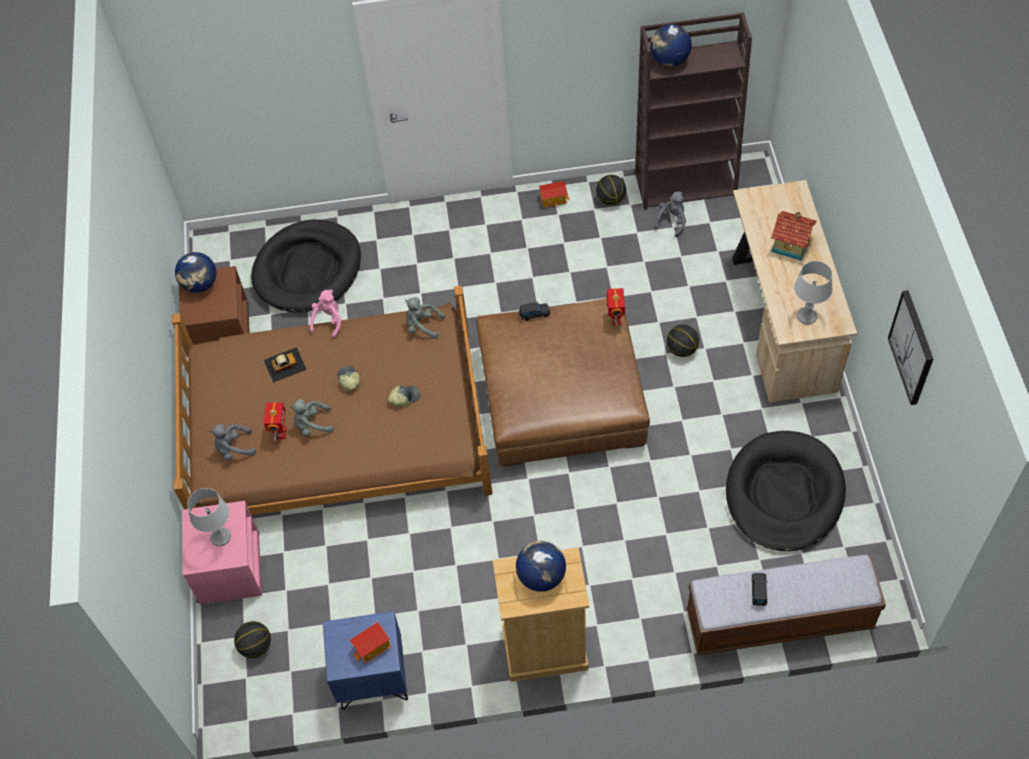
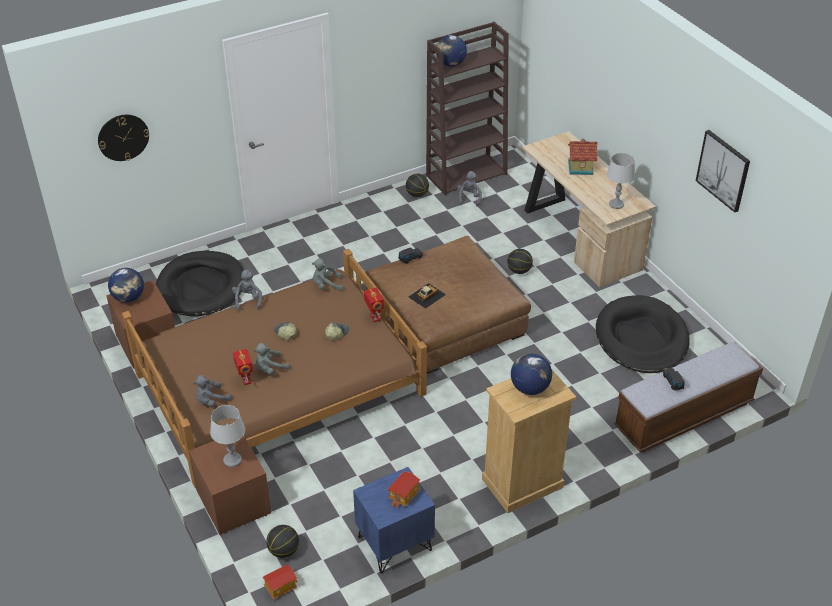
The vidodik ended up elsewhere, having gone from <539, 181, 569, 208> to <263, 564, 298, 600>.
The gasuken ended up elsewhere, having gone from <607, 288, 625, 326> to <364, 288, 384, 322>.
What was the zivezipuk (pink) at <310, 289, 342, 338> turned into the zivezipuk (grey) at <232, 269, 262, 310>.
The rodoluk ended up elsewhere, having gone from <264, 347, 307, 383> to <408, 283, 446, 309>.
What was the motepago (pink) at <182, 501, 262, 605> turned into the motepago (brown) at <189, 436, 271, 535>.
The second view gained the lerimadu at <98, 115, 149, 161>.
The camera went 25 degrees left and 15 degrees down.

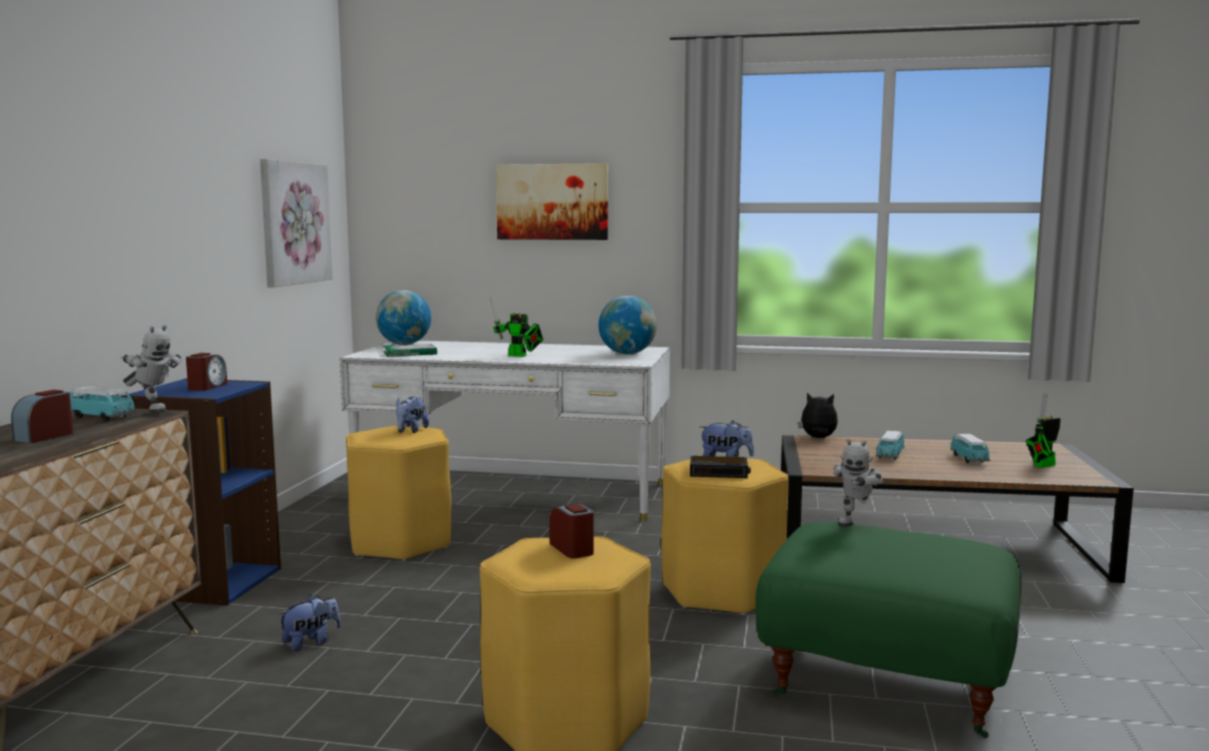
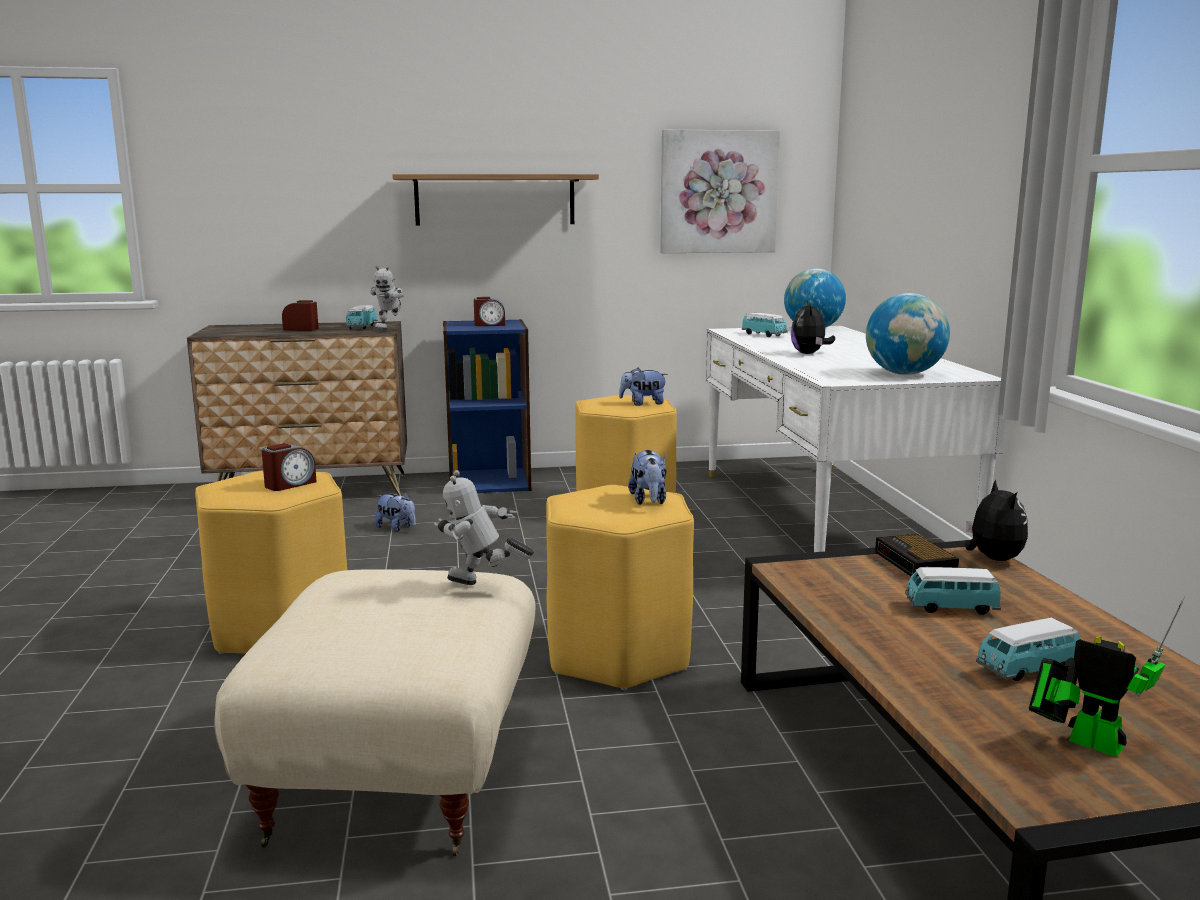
The second view lost the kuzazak at <496, 163, 608, 240>.
Where the gasuken stood at <490, 298, 543, 357>, the zivezipuk came to stand at <791, 301, 835, 354>.
Where the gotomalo stood at <383, 344, 437, 357>, the rodoluk came to stand at <742, 313, 788, 337>.
The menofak ended up elsewhere, having gone from <690, 456, 751, 478> to <875, 534, 959, 577>.
What was the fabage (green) at <755, 522, 1021, 738> turned into the fabage (beige) at <214, 569, 536, 856>.
The second view gained the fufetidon at <392, 174, 599, 225>.
The camera went 70 degrees right and 5 degrees up.

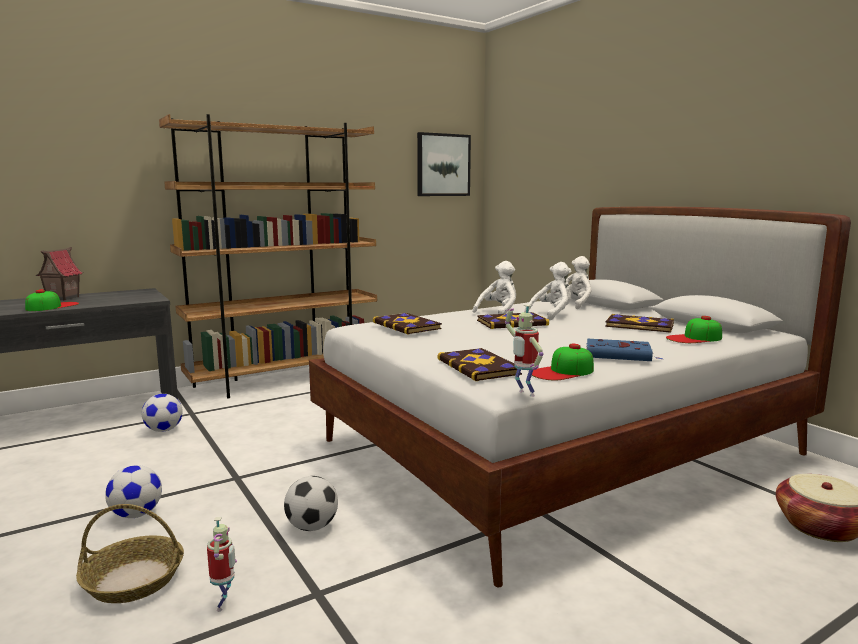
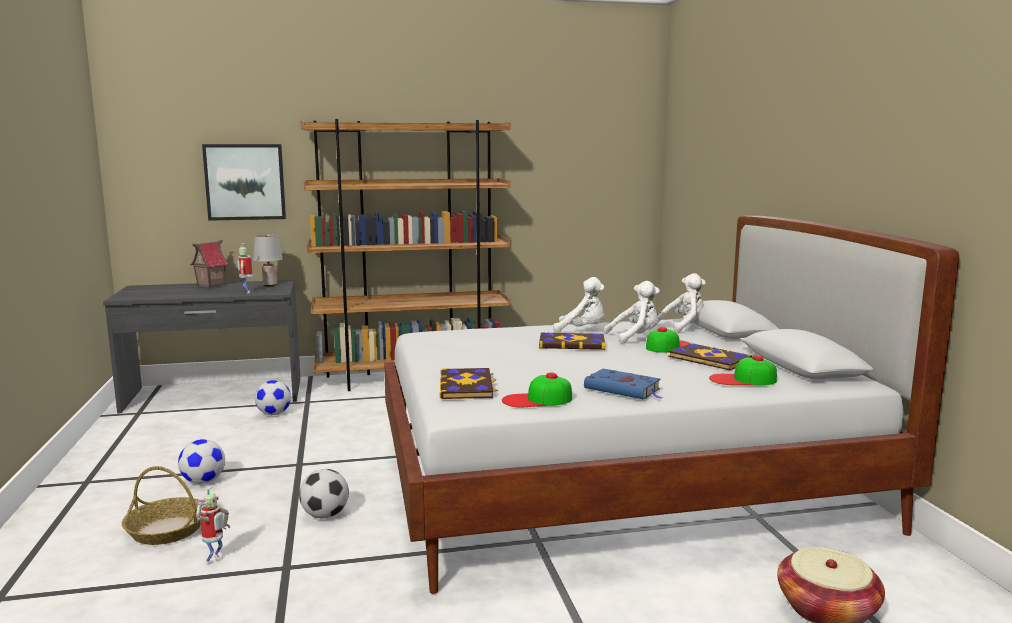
The kuzazak ended up elsewhere, having gone from <417, 132, 471, 196> to <202, 144, 286, 221>.
The zivezipuk (white) at <473, 261, 516, 314> ended up facing another way, 45 degrees clockwise from before.
The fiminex ended up elsewhere, having gone from <25, 289, 79, 311> to <646, 327, 690, 352>.
The gasuken ended up elsewhere, having gone from <505, 305, 544, 397> to <237, 243, 253, 293>.
The second view lost the gotomalo at <373, 313, 442, 334>.
The second view gained the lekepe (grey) at <253, 234, 282, 287>.
The camera went 20 degrees right and 0 degrees up.

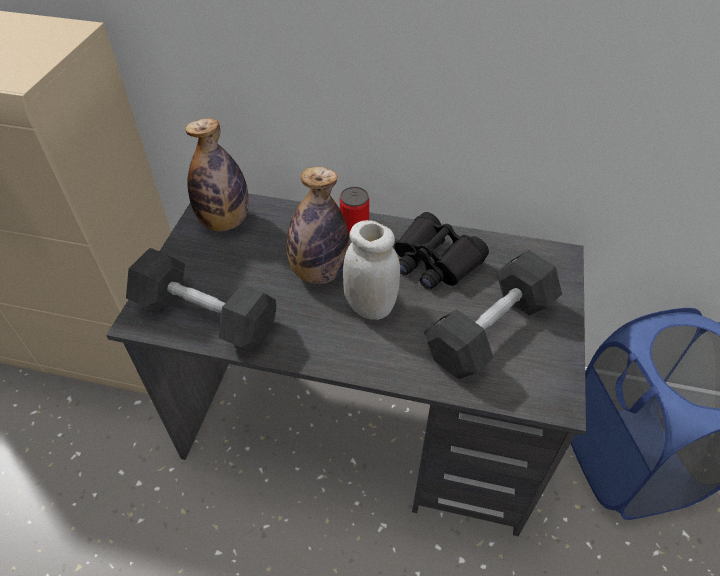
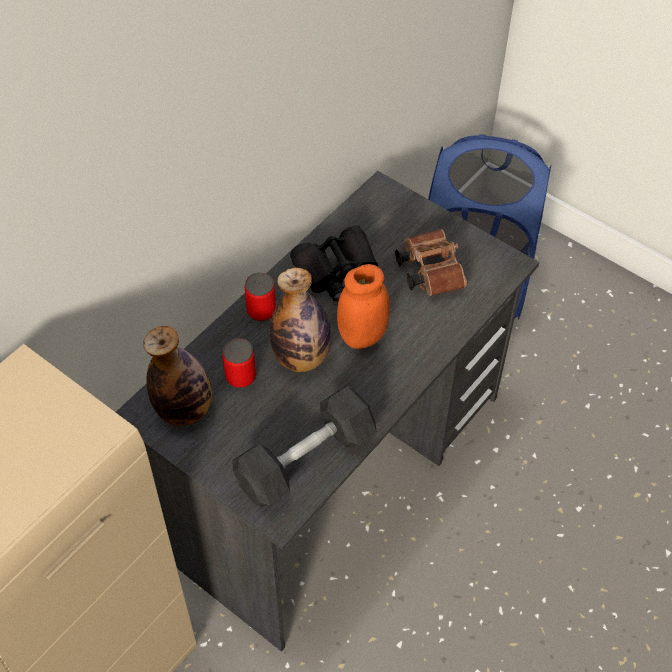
What was the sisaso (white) at <343, 220, 400, 320> turned into the sisaso (orange) at <337, 264, 390, 349>.
Where the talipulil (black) stood at <424, 250, 562, 379>, the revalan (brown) came to stand at <395, 229, 467, 296>.
The second view gained the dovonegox at <223, 338, 256, 388>.
The camera went 65 degrees left and 5 degrees up.

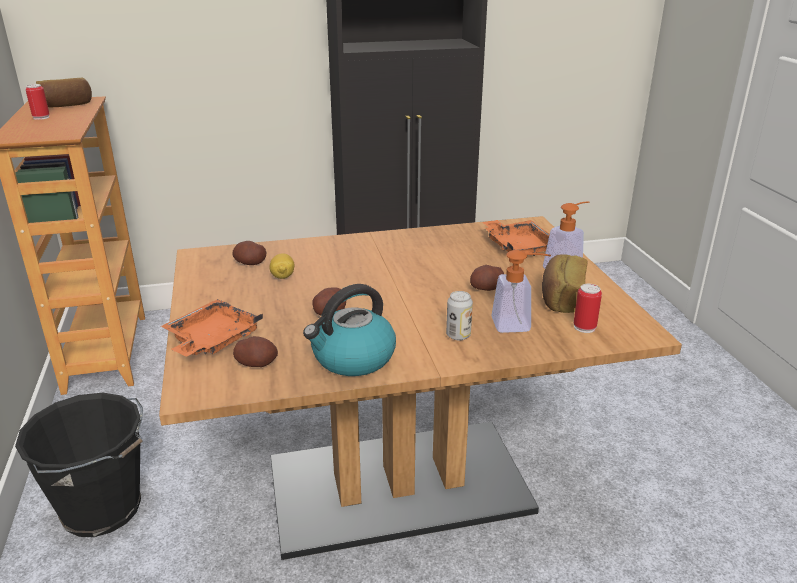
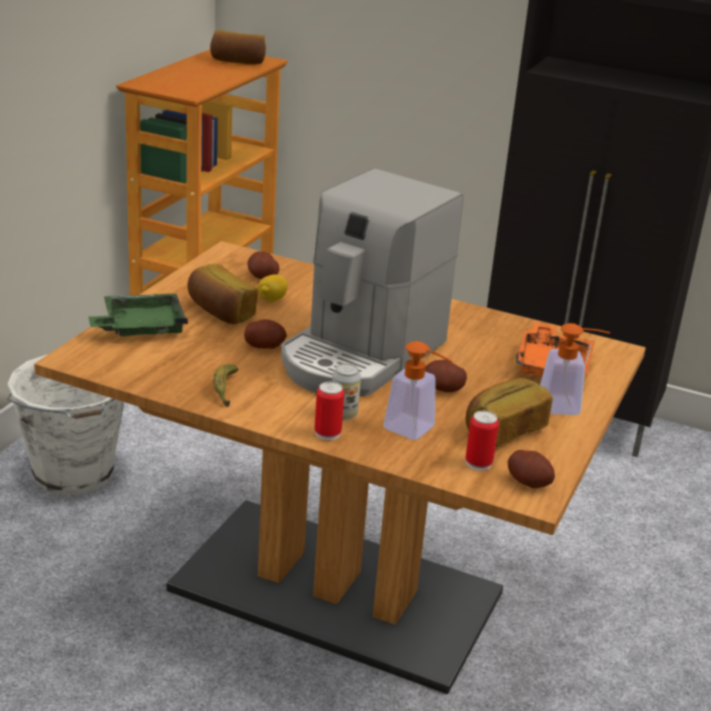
The dovonegox ended up elsewhere, having gone from <26, 84, 50, 120> to <314, 382, 344, 440>.
Where the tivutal stood at <303, 284, 396, 376>, the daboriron came to stand at <213, 364, 239, 407>.
What was the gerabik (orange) at <161, 299, 263, 357> turned into the gerabik (green) at <88, 294, 188, 336>.
The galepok ended up elsewhere, having gone from <233, 336, 278, 367> to <508, 450, 555, 488>.
What was the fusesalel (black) at <15, 393, 143, 537> turned into the fusesalel (white) at <7, 354, 124, 495>.
The second view gained the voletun at <281, 168, 463, 396>.
The second view gained the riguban at <187, 264, 258, 324>.
The camera went 35 degrees right and 0 degrees up.

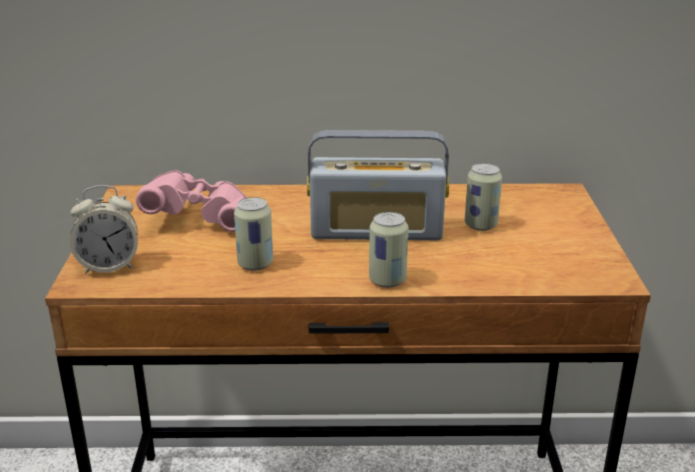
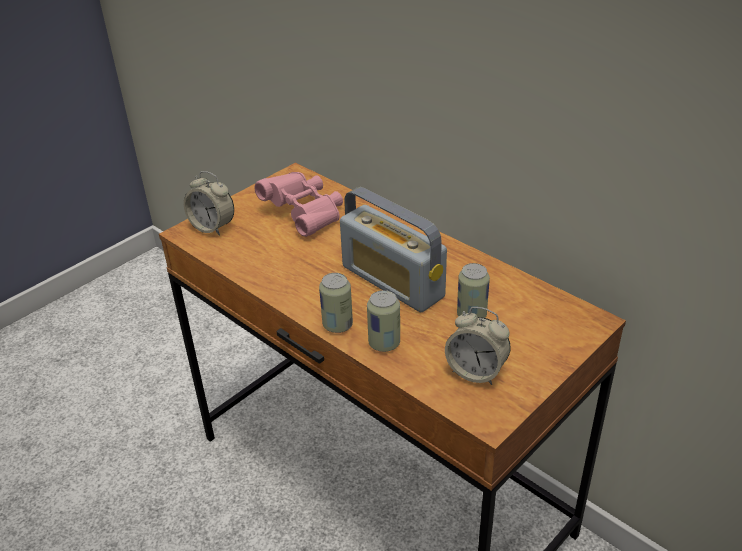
The dovonegox ended up elsewhere, having gone from <234, 197, 273, 270> to <367, 290, 400, 352>.
The second view gained the menofak at <445, 307, 511, 385>.
The camera went 45 degrees right and 10 degrees up.

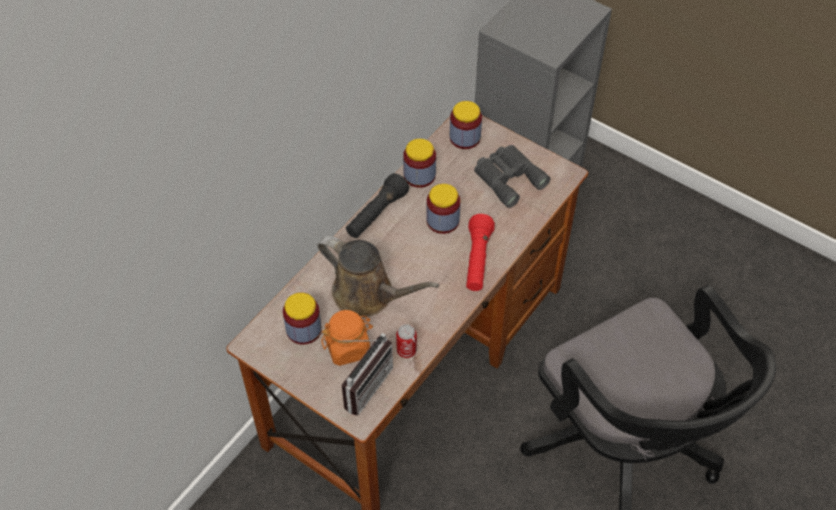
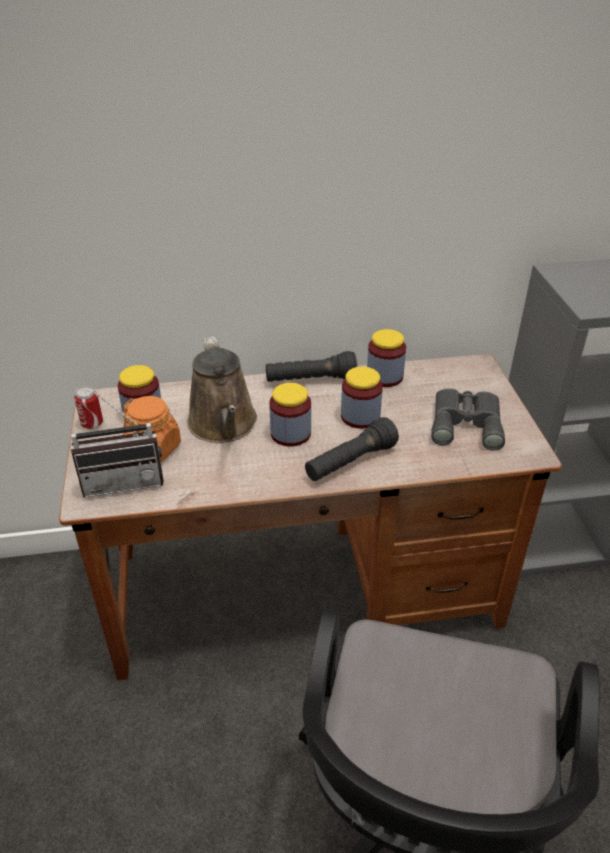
The sisaso ended up elsewhere, having gone from <450, 101, 482, 149> to <269, 383, 311, 447>.
What was the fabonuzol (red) at <466, 214, 495, 291> turned into the fabonuzol (black) at <305, 417, 399, 481>.
The dovonegox ended up elsewhere, having gone from <396, 324, 417, 358> to <74, 386, 103, 429>.
The camera went 45 degrees right and 15 degrees down.

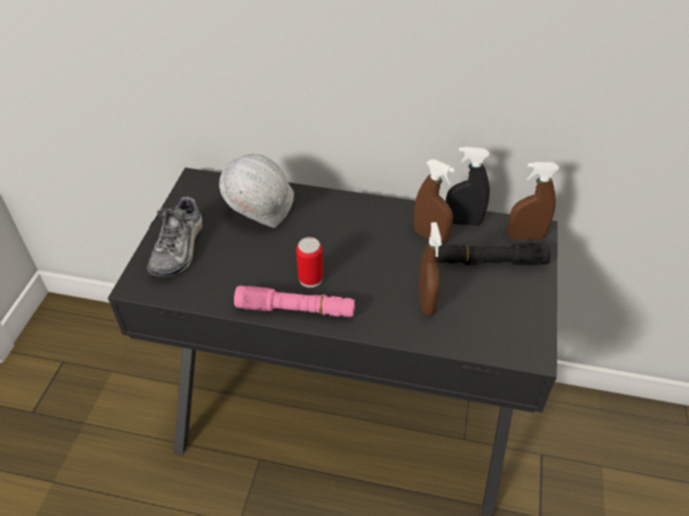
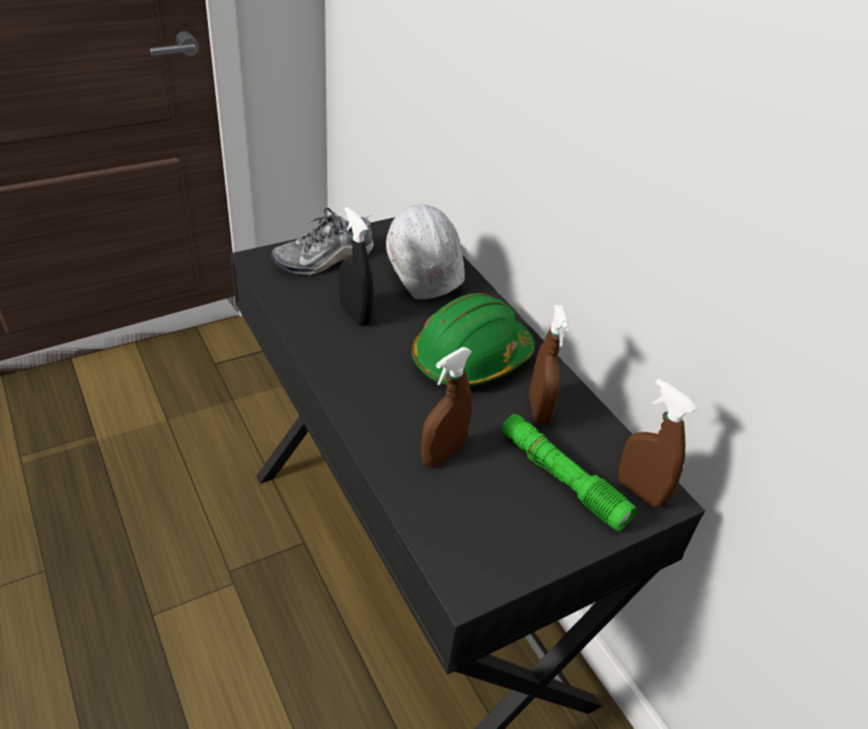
The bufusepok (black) ended up elsewhere, having gone from <446, 147, 490, 226> to <339, 207, 373, 326>.
The second view lost the dovonegox at <296, 237, 323, 288>.
What was the fabonuzol (black) at <437, 243, 551, 266> turned into the fabonuzol (green) at <502, 414, 637, 531>.
The second view lost the fabonuzol (pink) at <234, 286, 355, 317>.
The second view gained the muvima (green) at <412, 293, 535, 386>.
The camera went 45 degrees right and 5 degrees down.

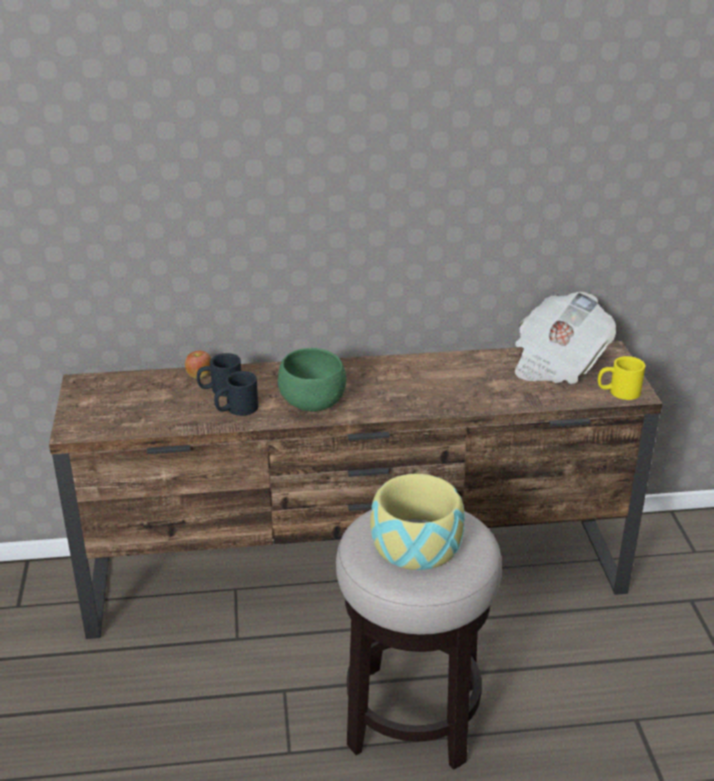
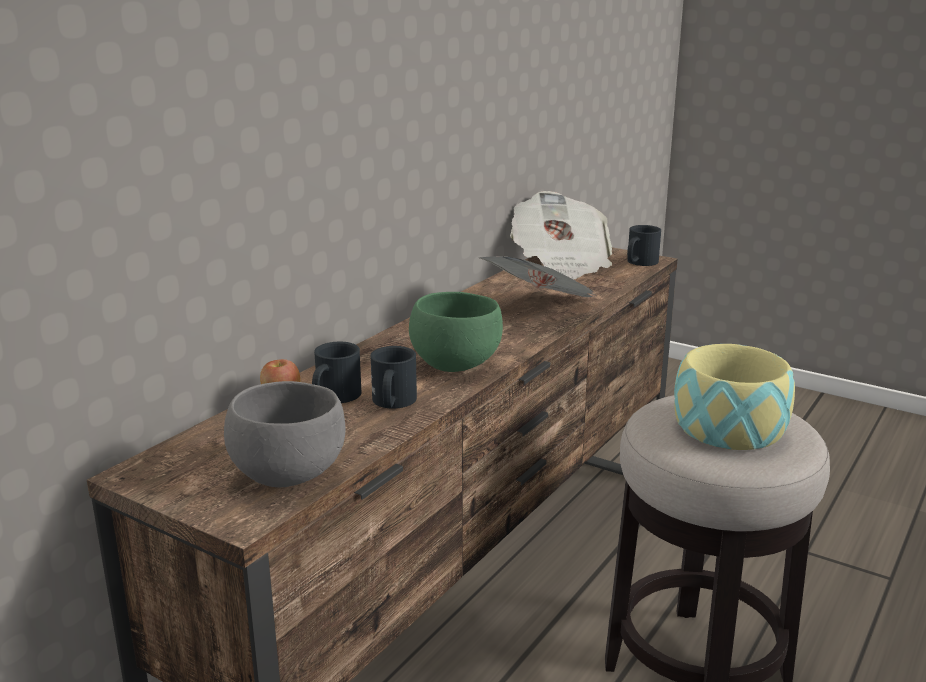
What was the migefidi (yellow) at <598, 356, 645, 400> turned into the migefidi (black) at <627, 225, 661, 266>.
The second view gained the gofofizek at <479, 256, 595, 297>.
The second view gained the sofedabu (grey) at <224, 381, 346, 487>.
The camera went 50 degrees left and 10 degrees down.

